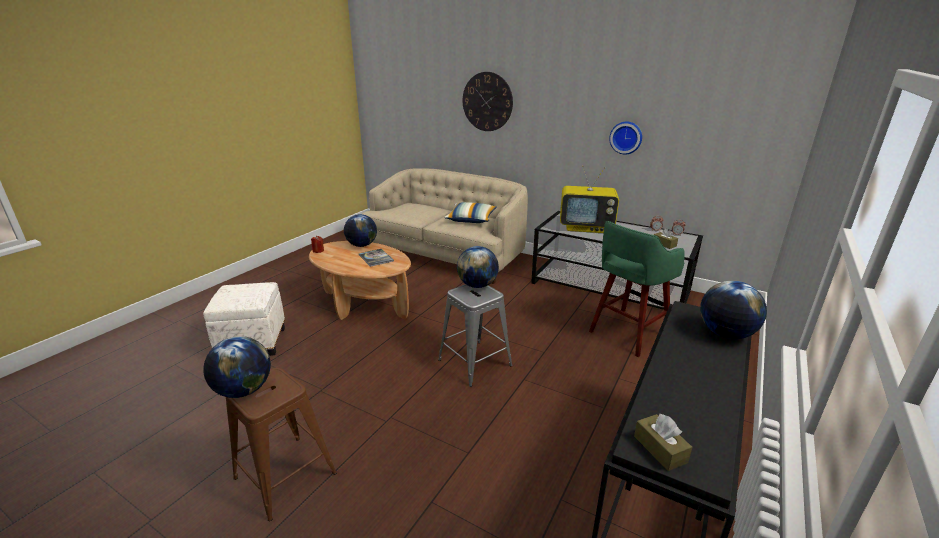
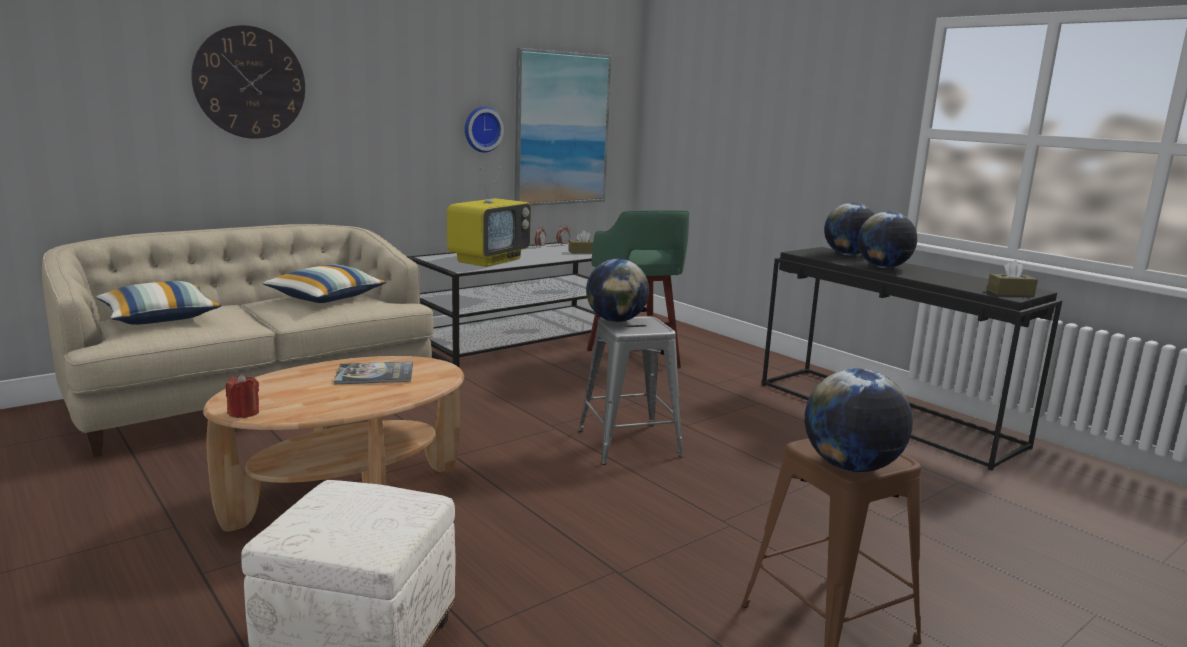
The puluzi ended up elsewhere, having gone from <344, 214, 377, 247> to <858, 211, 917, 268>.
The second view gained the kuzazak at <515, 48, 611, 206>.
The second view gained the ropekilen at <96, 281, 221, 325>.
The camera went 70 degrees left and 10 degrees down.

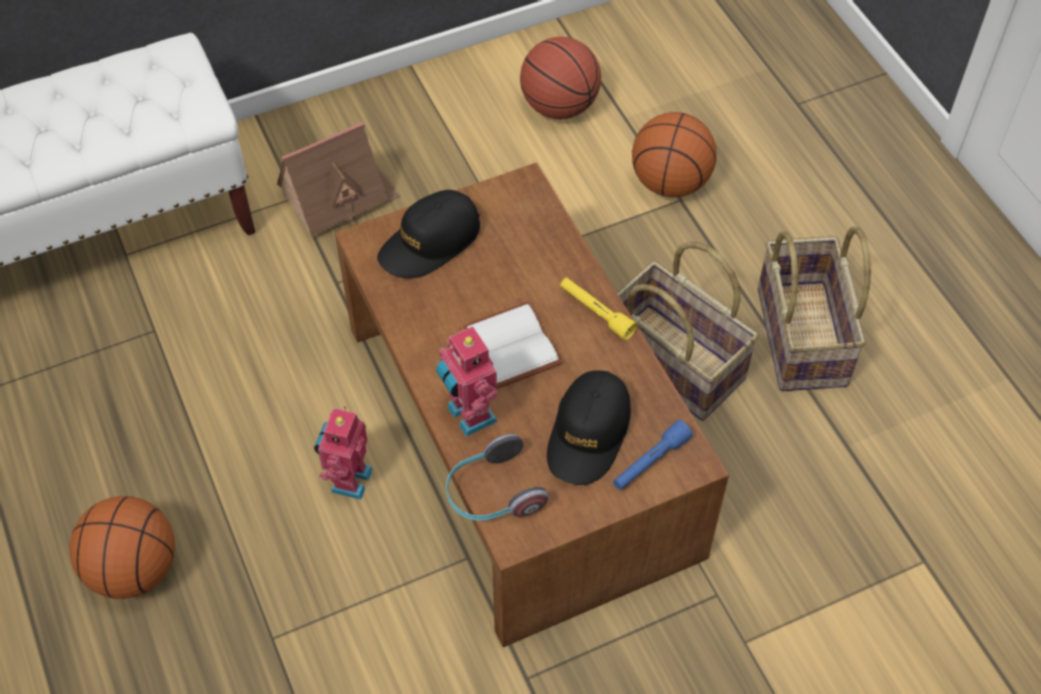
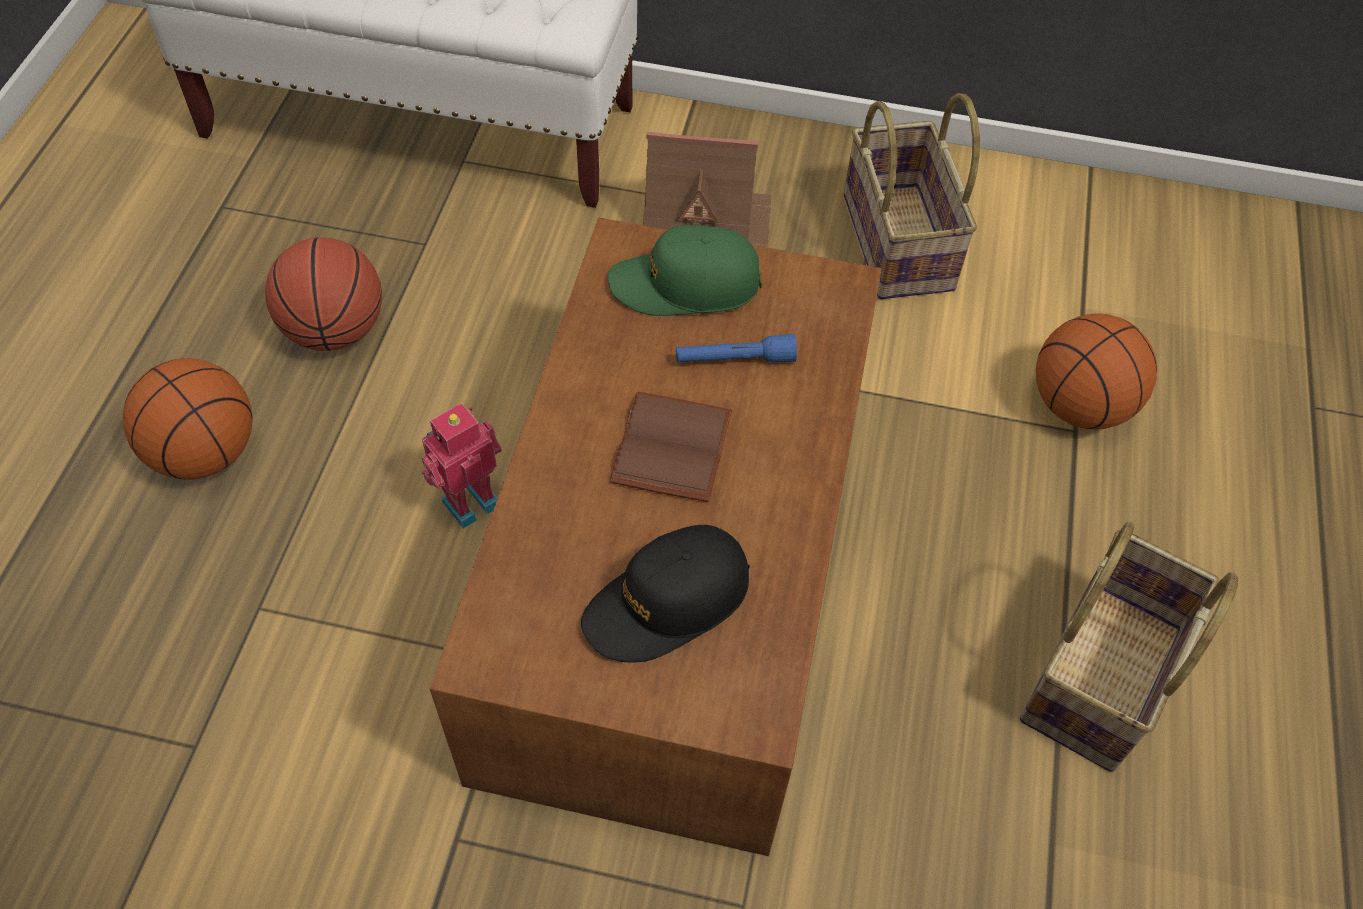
The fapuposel ended up elsewhere, having gone from <520, 37, 601, 119> to <265, 237, 382, 351>.
What was the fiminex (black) at <377, 190, 480, 278> turned into the fiminex (green) at <608, 225, 762, 316>.
The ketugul ended up elsewhere, having gone from <617, 241, 759, 421> to <844, 93, 980, 299>.
The second view lost the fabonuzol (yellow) at <560, 278, 637, 340>.
What was the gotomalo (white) at <463, 302, 563, 389> turned into the gotomalo (brown) at <610, 391, 732, 502>.
The second view lost the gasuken at <436, 326, 498, 437>.
The fabonuzol (blue) ended up elsewhere, having gone from <613, 420, 693, 490> to <676, 334, 797, 362>.
The second view lost the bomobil at <446, 434, 549, 521>.
The camera went 35 degrees right and 0 degrees up.

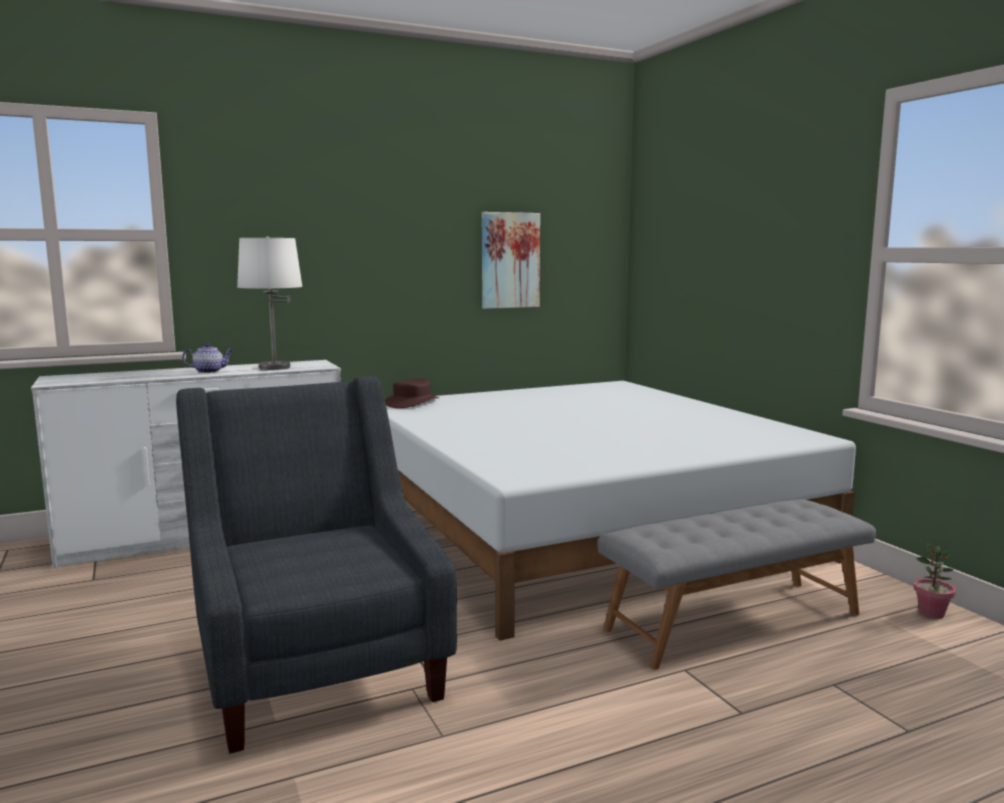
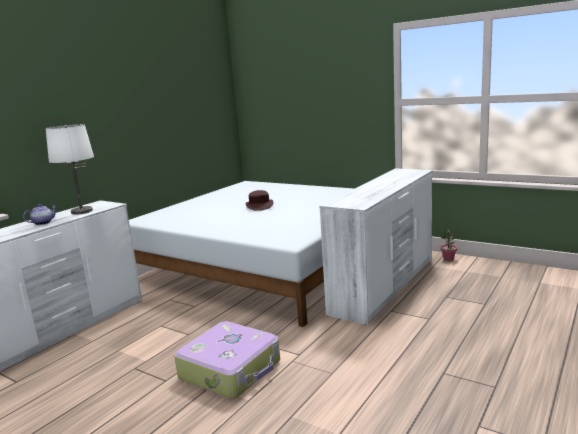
The second view lost the kuzazak at <482, 212, 540, 309>.
Where the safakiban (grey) stood at <176, 376, 457, 753>, the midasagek came to stand at <174, 321, 280, 399>.
The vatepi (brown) ended up elsewhere, having gone from <385, 378, 439, 408> to <245, 190, 273, 211>.
Where the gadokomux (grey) stood at <597, 499, 876, 670>, the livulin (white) came to stand at <319, 168, 433, 325>.
The camera went 30 degrees left and 5 degrees up.

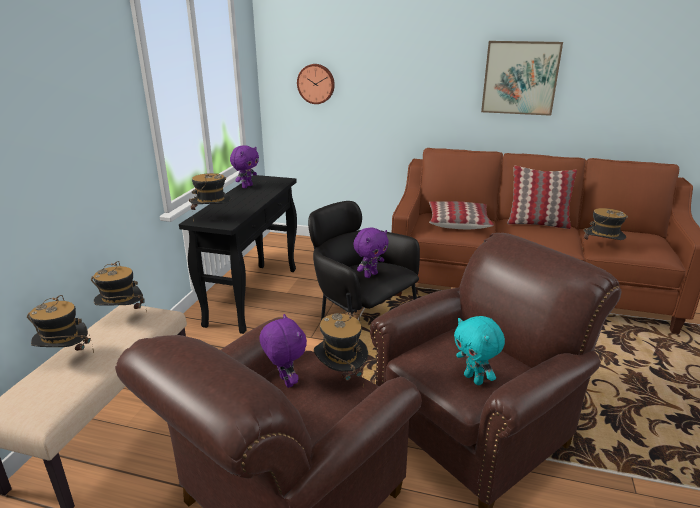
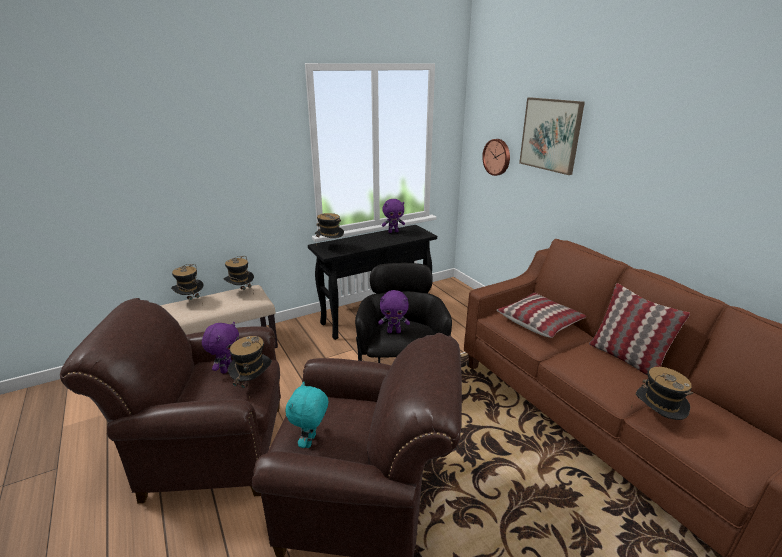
The kuzazak ended up elsewhere, having gone from <481, 41, 563, 116> to <519, 97, 585, 175>.
The camera went 45 degrees right and 0 degrees up.

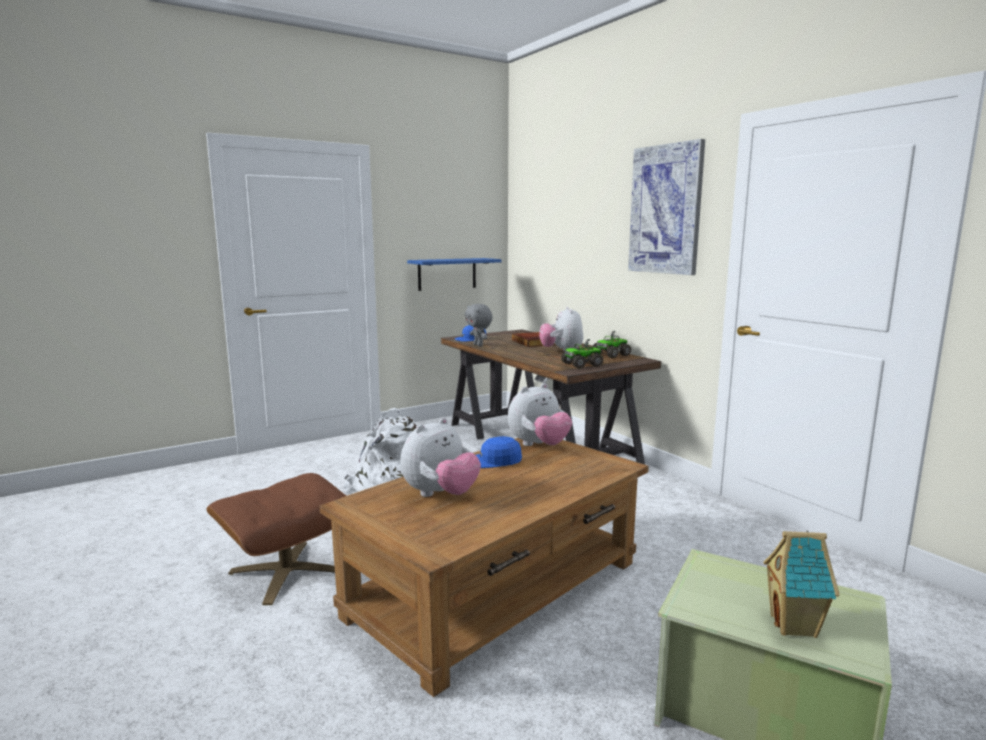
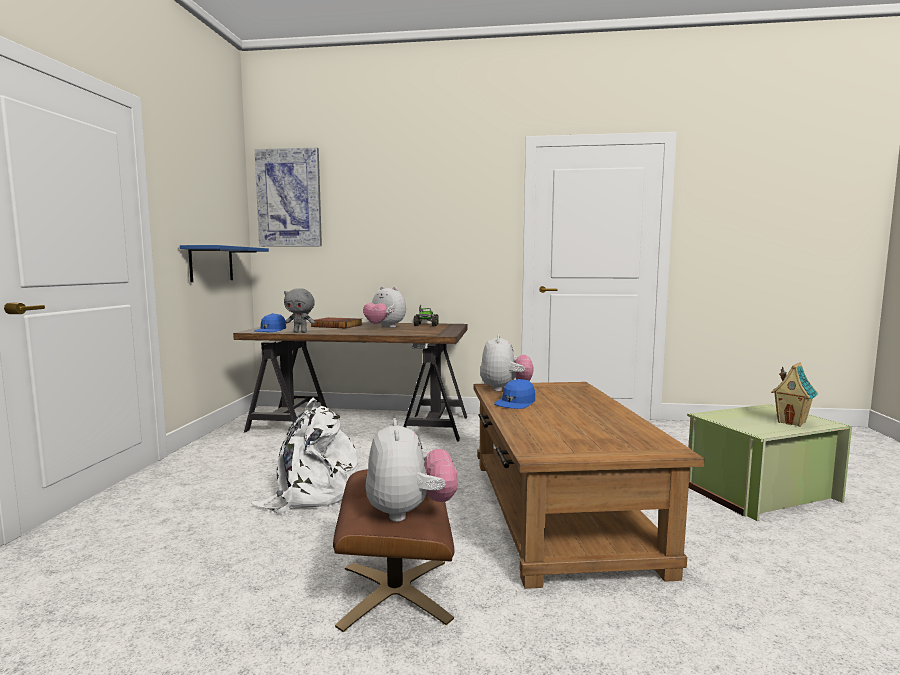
The kuzazak ended up elsewhere, having gone from <628, 139, 705, 275> to <254, 148, 322, 247>.
The second view lost the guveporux at <561, 339, 604, 369>.
The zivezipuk ended up elsewhere, having gone from <400, 418, 481, 497> to <365, 418, 458, 522>.
The camera went 50 degrees left and 5 degrees down.

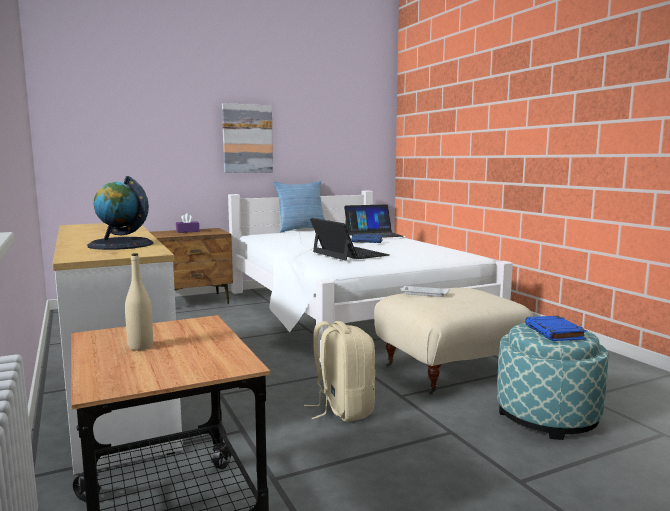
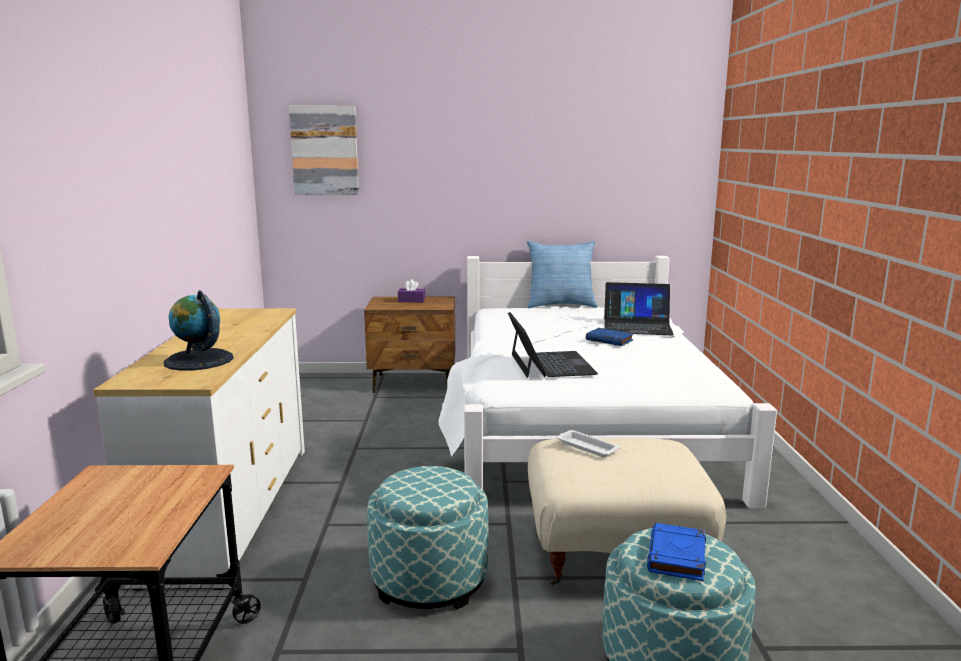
The kuzazak ended up elsewhere, having gone from <222, 103, 273, 173> to <289, 106, 359, 195>.
The second view lost the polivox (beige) at <125, 253, 153, 350>.
Where the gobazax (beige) stood at <304, 321, 376, 422>, the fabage came to stand at <367, 466, 489, 610>.
The camera went 25 degrees right and 5 degrees up.

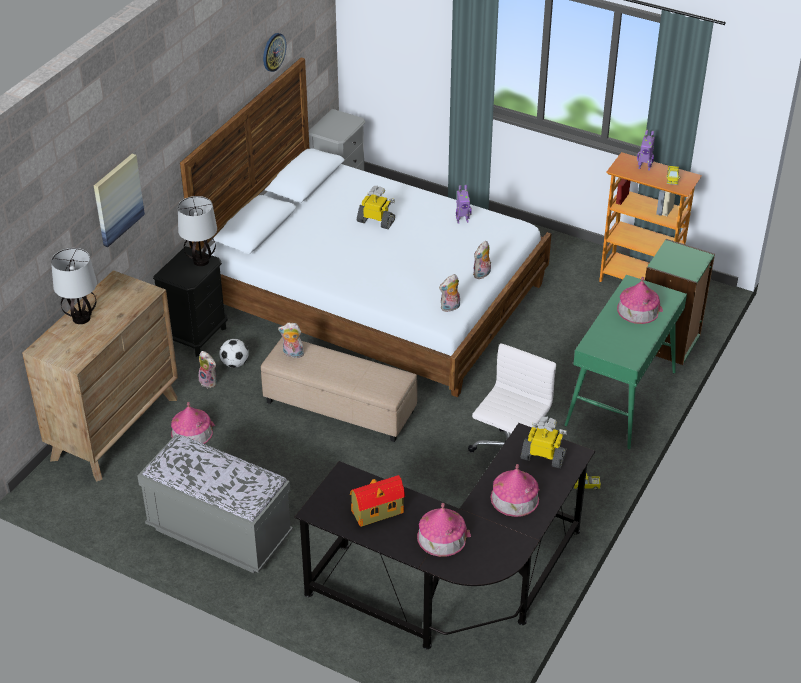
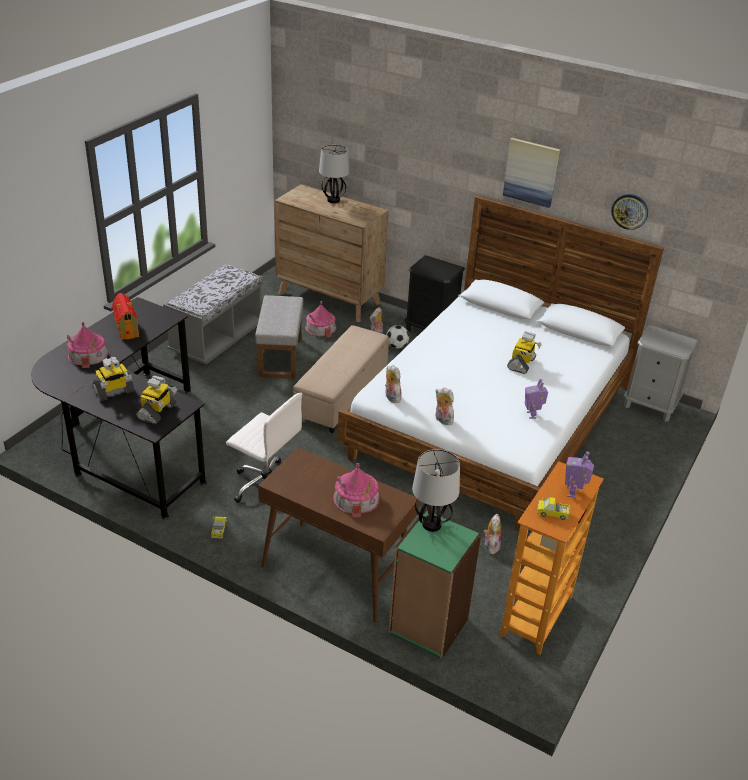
The kuzazak ended up elsewhere, having gone from <94, 154, 145, 247> to <503, 138, 560, 208>.
The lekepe ended up elsewhere, having gone from <178, 196, 217, 266> to <412, 449, 460, 532>.
What was the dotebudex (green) at <565, 275, 687, 449> turned into the dotebudex (brown) at <258, 447, 419, 623>.
The zivezipuk ended up elsewhere, having gone from <278, 323, 306, 358> to <484, 514, 501, 554>.
Where the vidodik stood at <490, 464, 540, 517>, the gasuken came to stand at <93, 357, 135, 401>.
The second view gained the fabage (grey) at <255, 295, 303, 379>.
The camera went 90 degrees right and 5 degrees down.

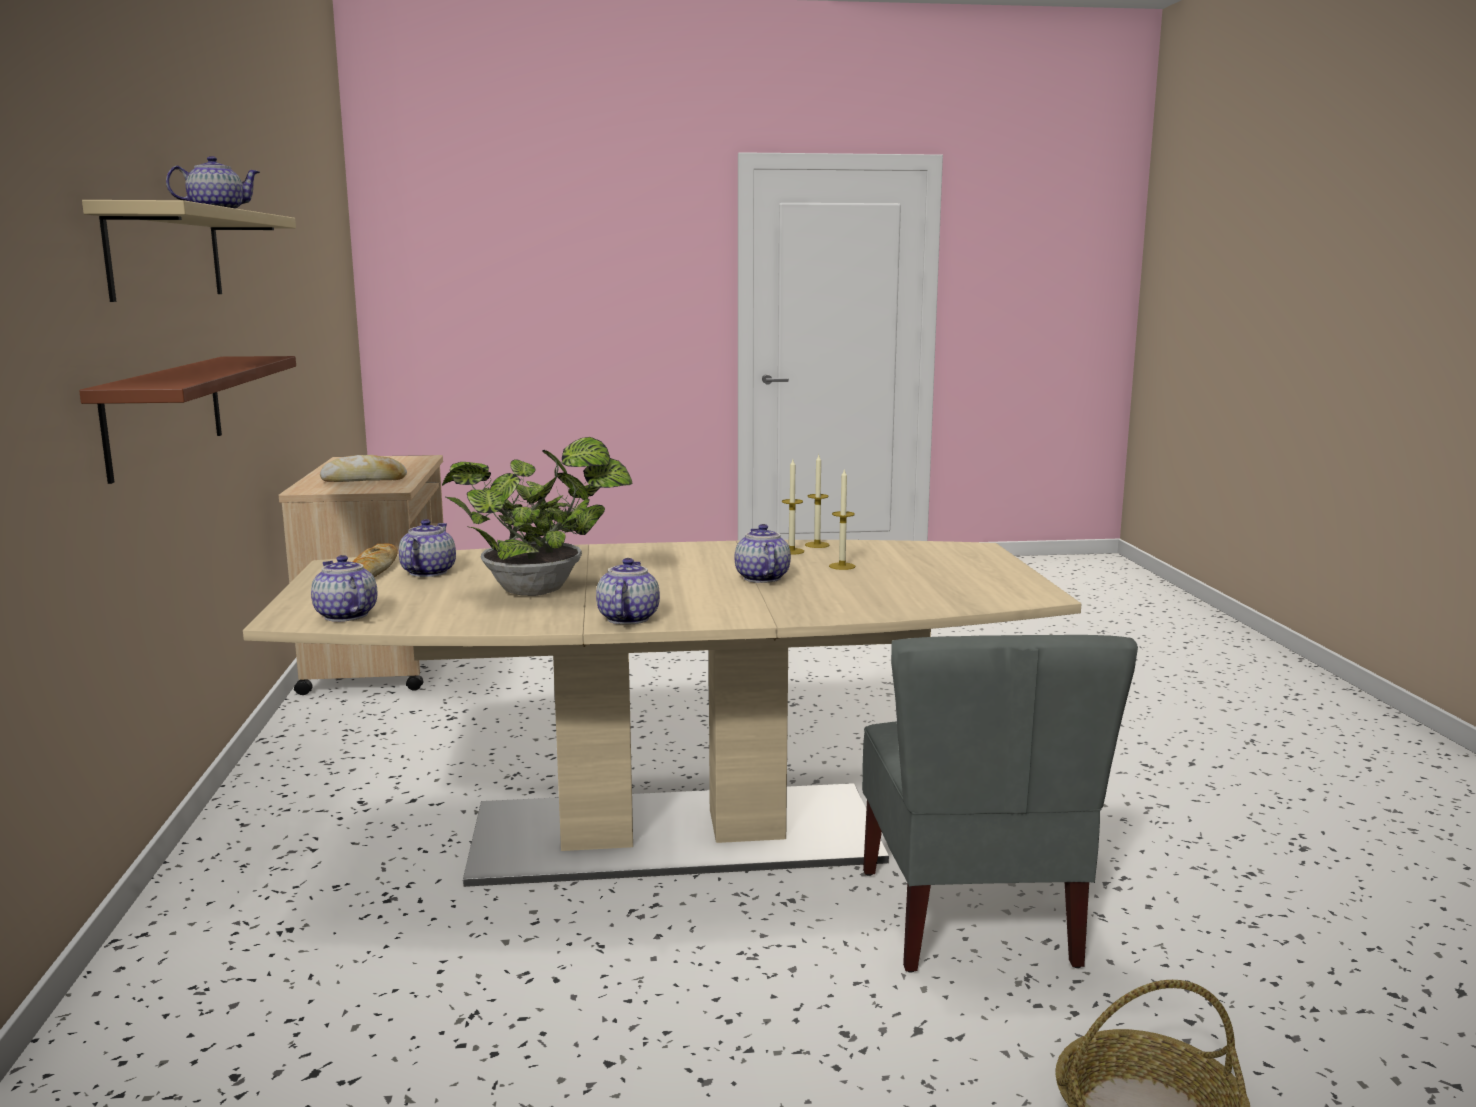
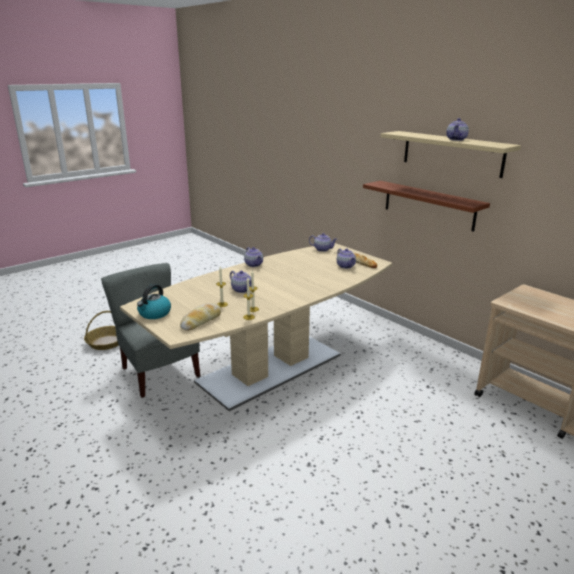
The second view lost the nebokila at <442, 437, 633, 596>.
The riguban ended up elsewhere, having gone from <320, 455, 407, 482> to <180, 303, 221, 331>.
The second view gained the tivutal at <137, 284, 171, 319>.
The camera went 145 degrees right and 10 degrees up.

